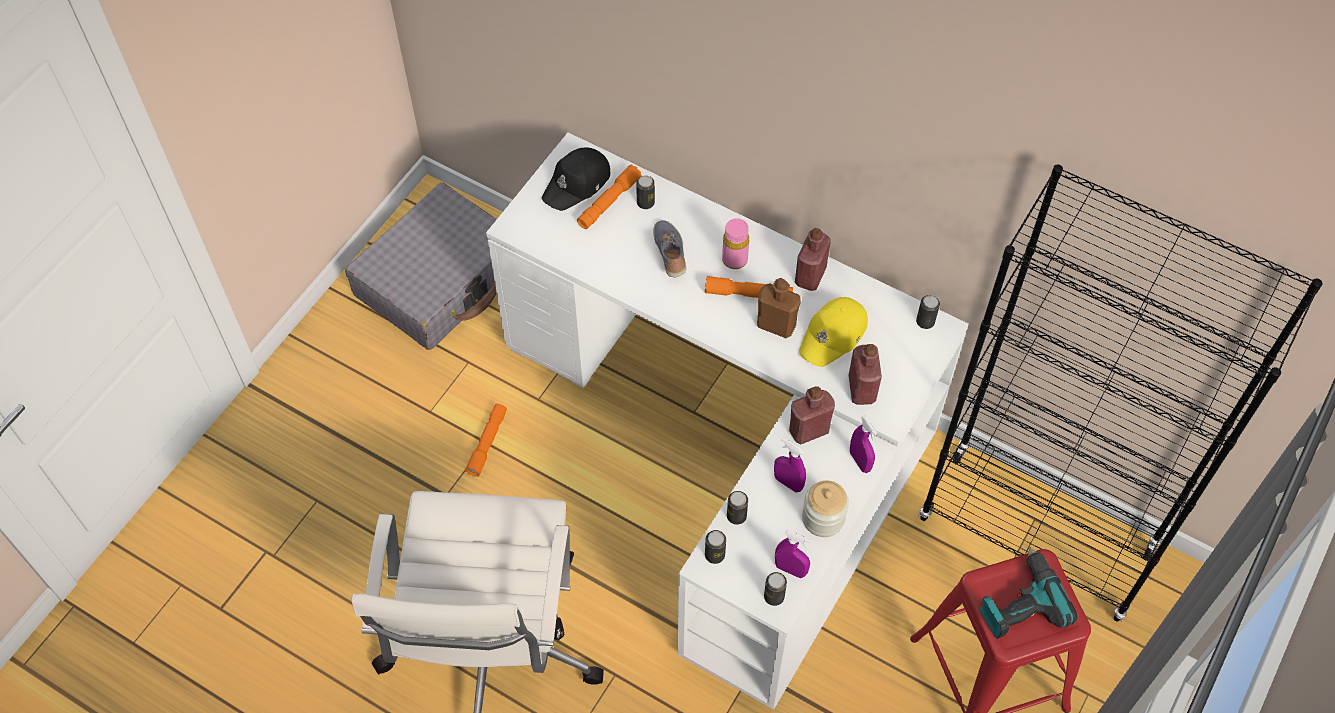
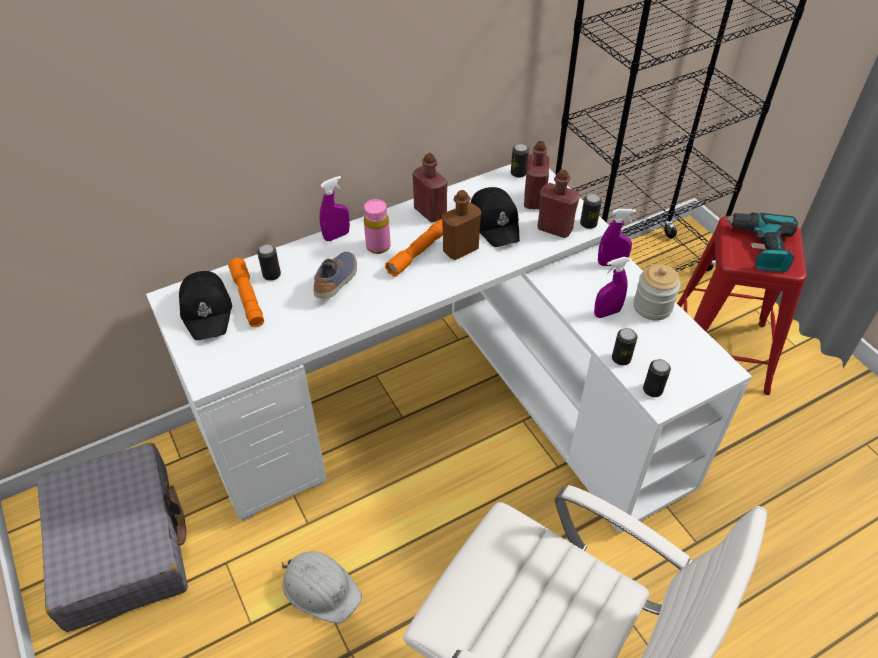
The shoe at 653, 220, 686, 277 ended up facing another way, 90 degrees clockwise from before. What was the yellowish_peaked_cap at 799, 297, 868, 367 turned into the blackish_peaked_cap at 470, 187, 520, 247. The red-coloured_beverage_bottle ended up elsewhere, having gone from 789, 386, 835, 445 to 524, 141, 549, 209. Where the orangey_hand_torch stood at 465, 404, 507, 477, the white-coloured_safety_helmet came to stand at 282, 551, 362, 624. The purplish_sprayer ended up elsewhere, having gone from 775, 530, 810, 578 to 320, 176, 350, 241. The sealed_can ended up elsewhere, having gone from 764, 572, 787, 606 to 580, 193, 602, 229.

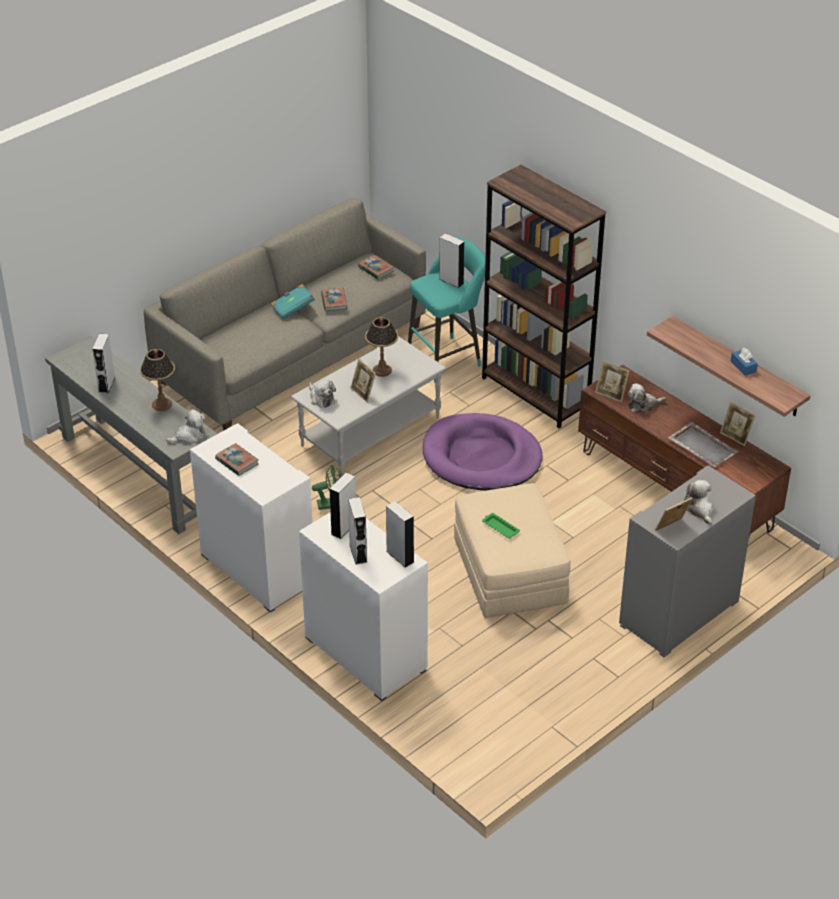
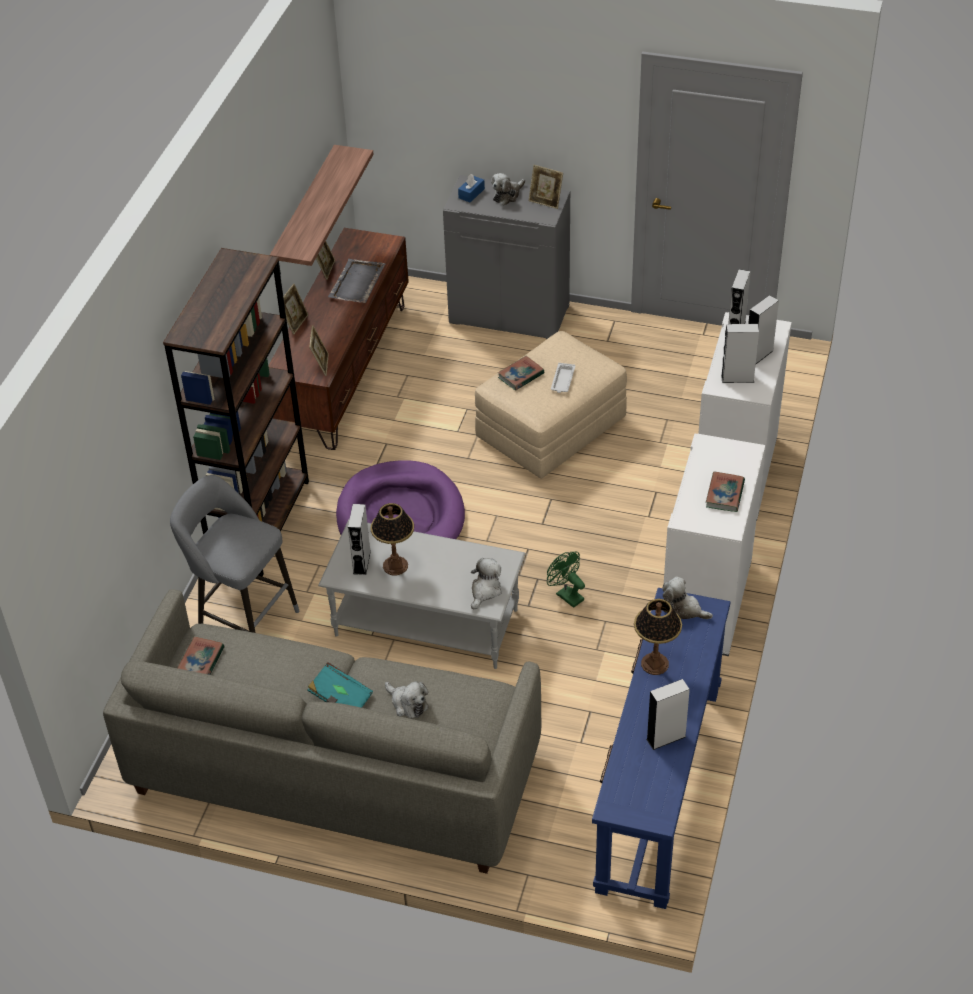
The grey_speaker ended up elsewhere, having gone from 439, 233, 465, 288 to 348, 504, 371, 575. What was the blue-green_stool at 408, 237, 485, 383 turned into the grey_stool at 170, 475, 299, 633. The book ended up elsewhere, having gone from 321, 288, 347, 311 to 498, 356, 544, 391. What was the grey_hall_table at 45, 336, 217, 534 turned into the blue-coloured_hall_table at 592, 588, 731, 909. The blue-coloured_tissue_holder ended up elsewhere, having gone from 731, 348, 758, 376 to 458, 174, 485, 202. The picture_frame ended up elsewhere, having gone from 350, 359, 376, 403 to 283, 284, 308, 335. The cuddly_toy ended up elsewhere, having gone from 628, 383, 666, 414 to 385, 681, 429, 718. What was the green-coloured_carrying_tray at 482, 513, 520, 539 turned into the white-coloured_carrying_tray at 551, 363, 575, 393.

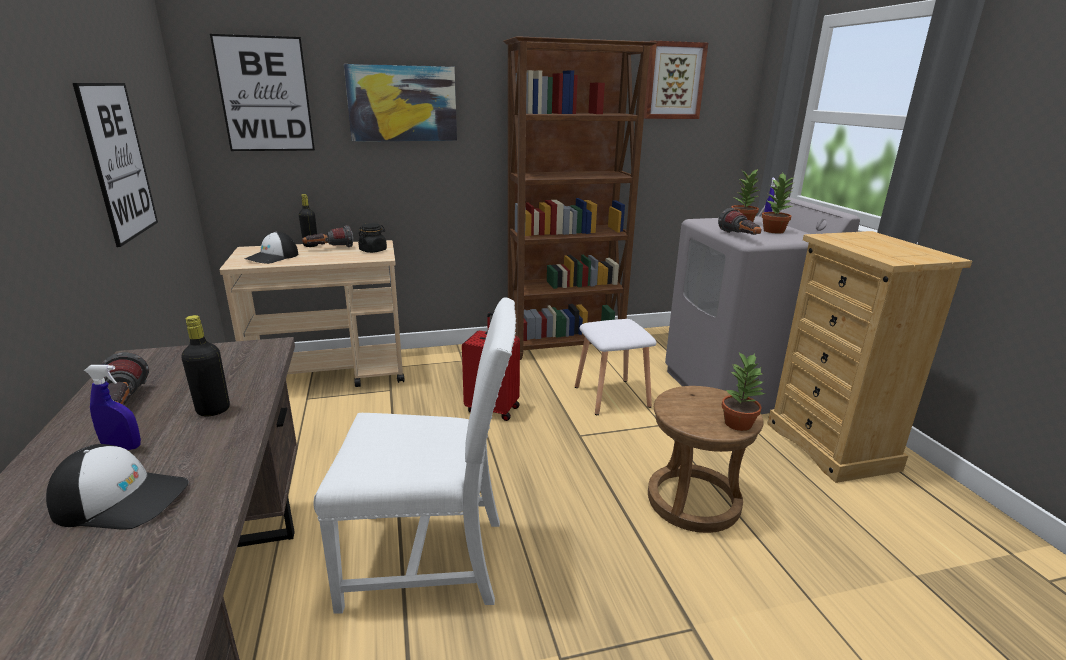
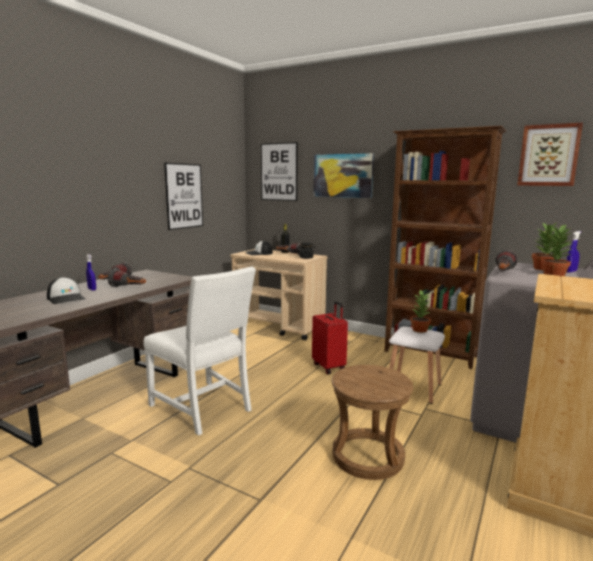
Where the blackish_beverage_bottle stood at 181, 315, 230, 416, the hand_torch came to stand at 108, 269, 146, 287. The potted_plant ended up elsewhere, having gone from 722, 353, 766, 431 to 410, 289, 431, 333.

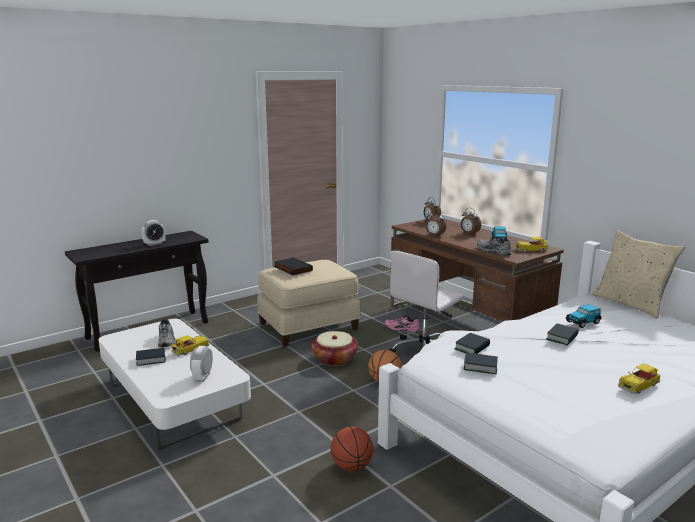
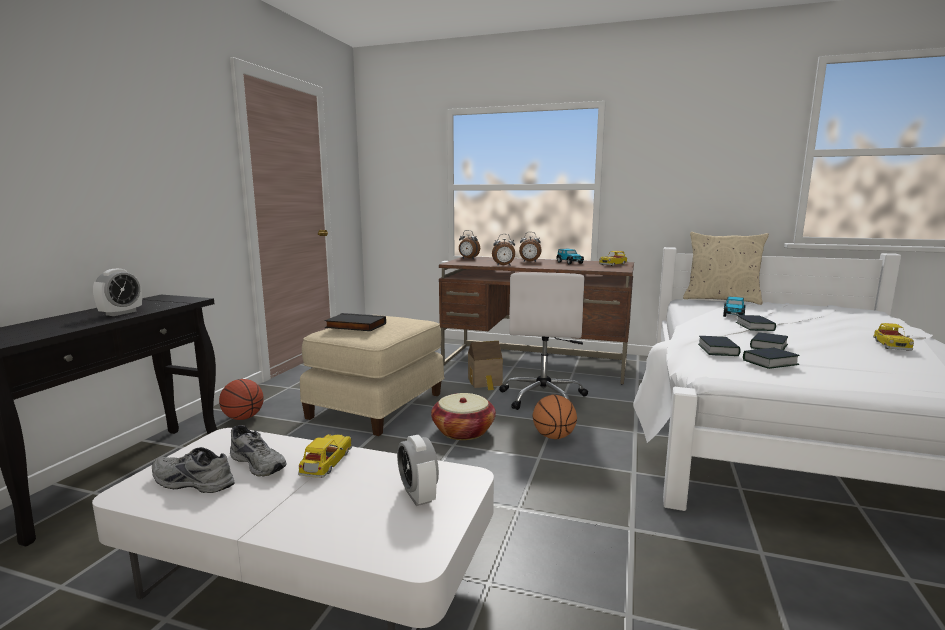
The grey_shoe ended up elsewhere, having gone from 477, 237, 511, 255 to 152, 447, 235, 493. Where the pink_shoe stood at 384, 315, 420, 332, the miniature_house came to stand at 468, 341, 503, 391. The book ended up elsewhere, having gone from 136, 348, 166, 366 to 750, 332, 788, 350. The basketball_ball ended up elsewhere, having gone from 331, 427, 373, 472 to 219, 379, 264, 420.

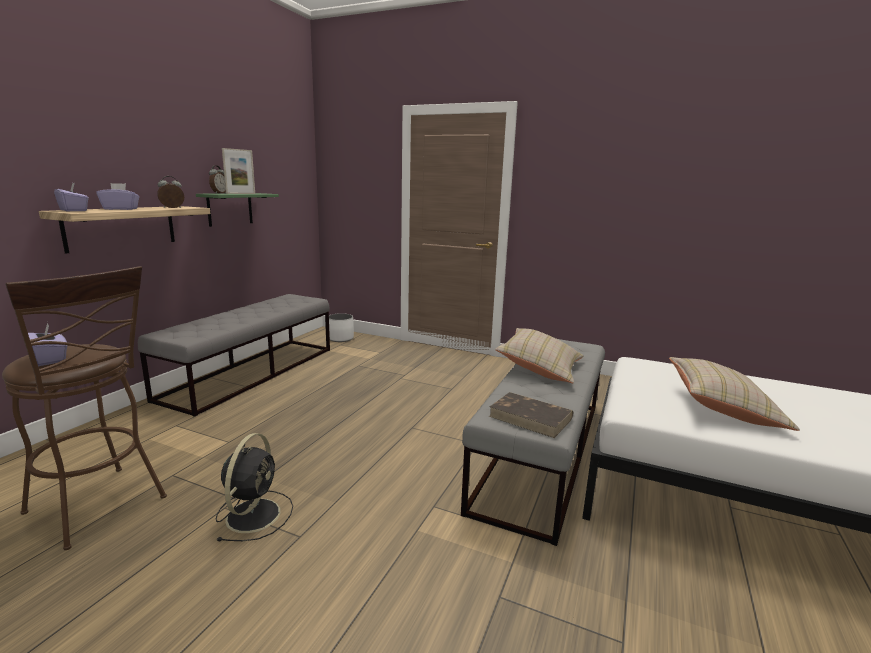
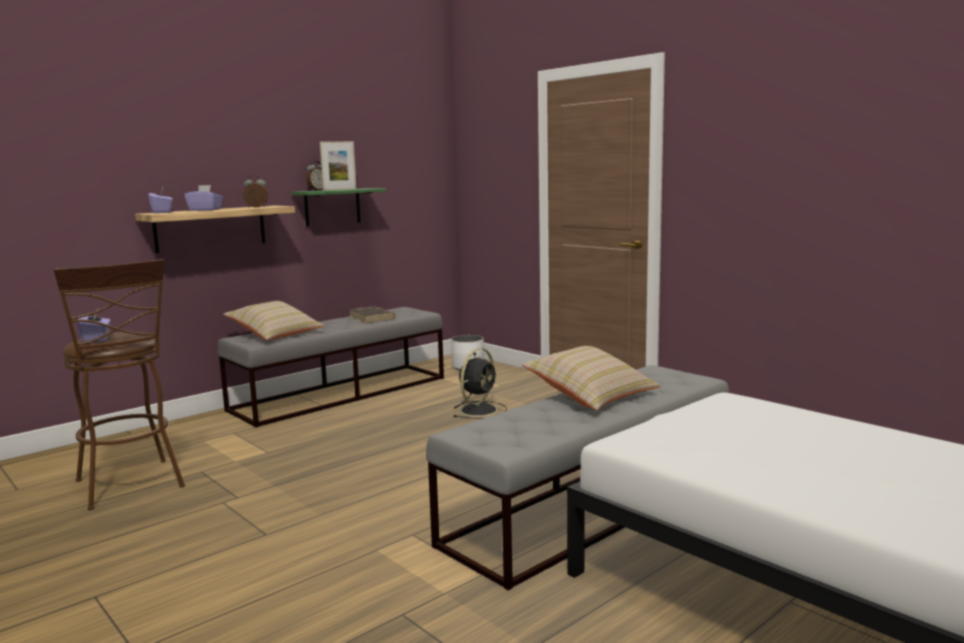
The sand-coloured_pillow ended up elsewhere, having gone from 669, 357, 800, 431 to 223, 301, 324, 340. The brown-coloured_book ended up elsewhere, having gone from 489, 392, 573, 438 to 349, 306, 395, 323. The blackish_cooling_fan ended up elsewhere, having gone from 216, 433, 293, 541 to 454, 348, 507, 419.

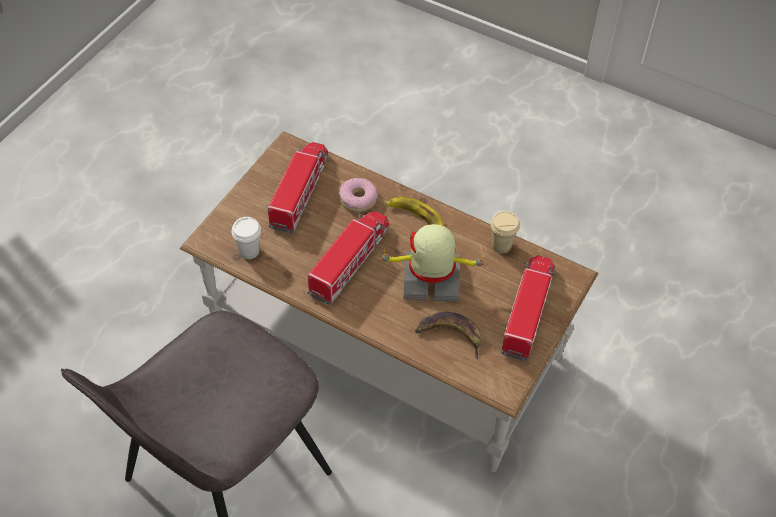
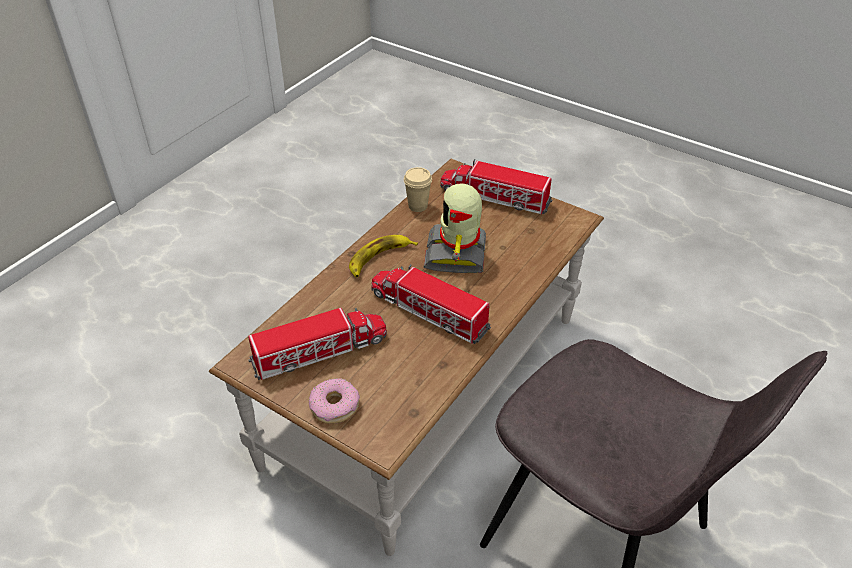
The toy_lorry at 268, 142, 328, 233 ended up facing another way, 135 degrees clockwise from before. The donut ended up elsewhere, having gone from 339, 178, 377, 212 to 309, 378, 360, 424. The second view lost the white-coloured_cup at 232, 217, 261, 259. The second view lost the whole_banana at 415, 312, 482, 359.

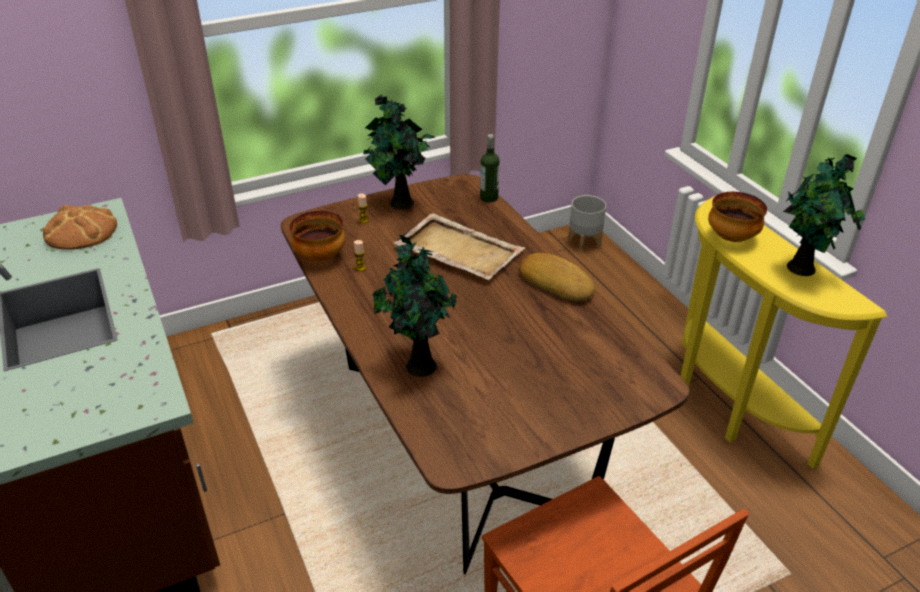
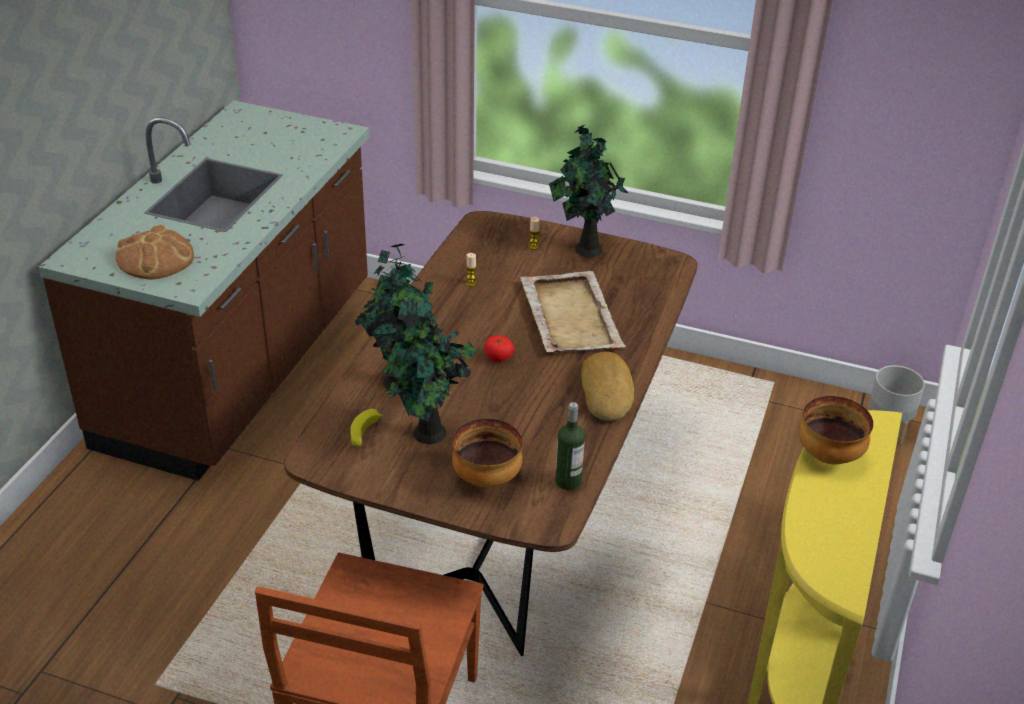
The beverage_bottle ended up elsewhere, having gone from 480, 134, 500, 203 to 555, 402, 585, 490. The potted_plant ended up elsewhere, having gone from 783, 154, 865, 276 to 381, 310, 477, 444. The bread ended up elsewhere, having gone from 43, 205, 117, 250 to 115, 225, 194, 280. The deep_dish ended up elsewhere, having gone from 290, 211, 345, 262 to 452, 419, 523, 488. The second view gained the whole_tomato at 484, 335, 515, 362. The second view gained the whole_banana at 350, 409, 384, 447.

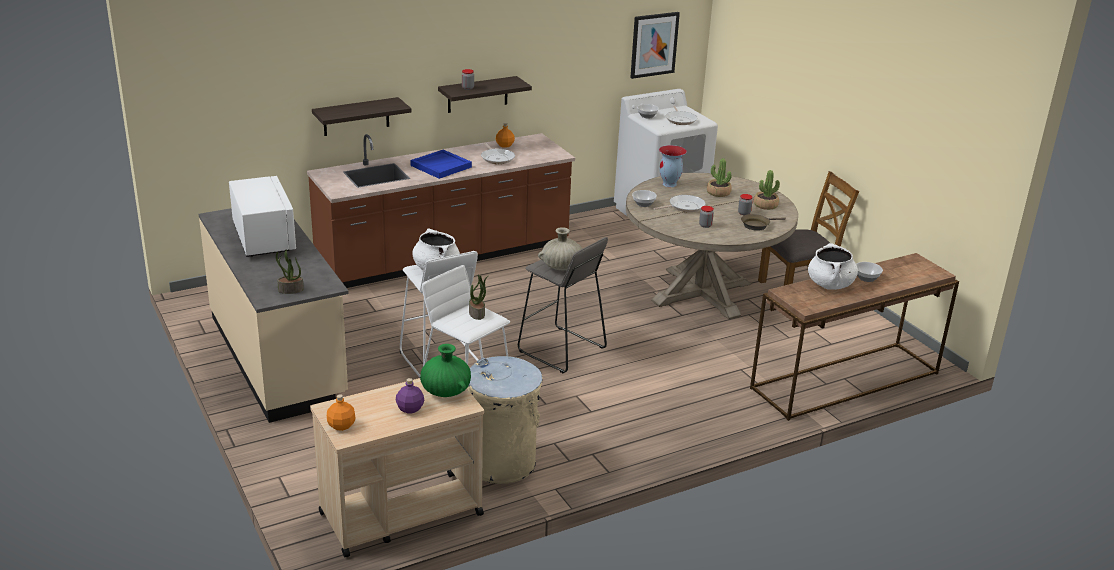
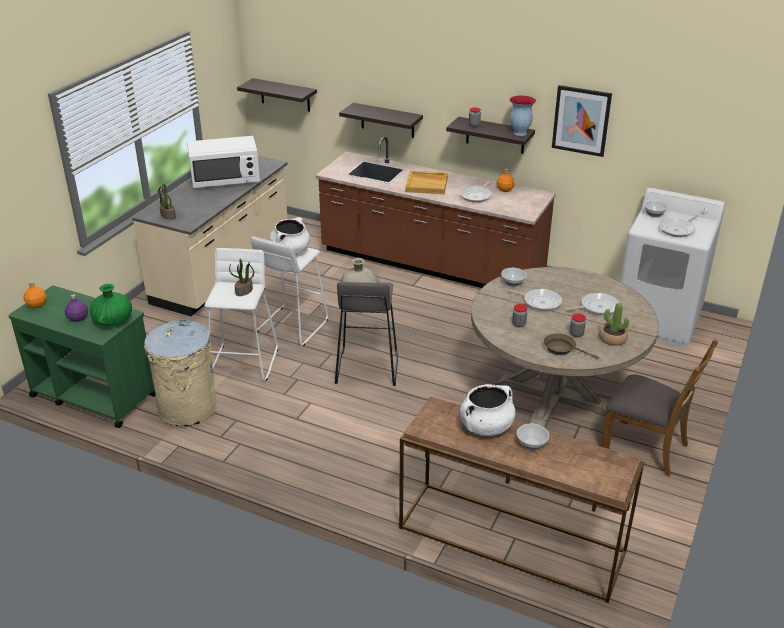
The wall_art ended up elsewhere, having gone from 630, 12, 680, 79 to 552, 85, 612, 157. The vase ended up elsewhere, having gone from 659, 145, 687, 187 to 509, 95, 536, 136. What was the blue-coloured_carrying_tray at 410, 150, 472, 179 turned into the sand-coloured_carrying_tray at 405, 171, 448, 194. Where the potted_plant stood at 707, 158, 732, 197, the frying_pan came to stand at 563, 293, 620, 315. The white-coloured_microwave at 229, 176, 296, 257 ended up facing another way, 45 degrees clockwise from before. What was the sand-coloured_wheeled_cart at 310, 378, 484, 557 turned into the green-coloured_wheeled_cart at 8, 286, 156, 428. The second view gained the bracket_shelf at 237, 78, 317, 112.

